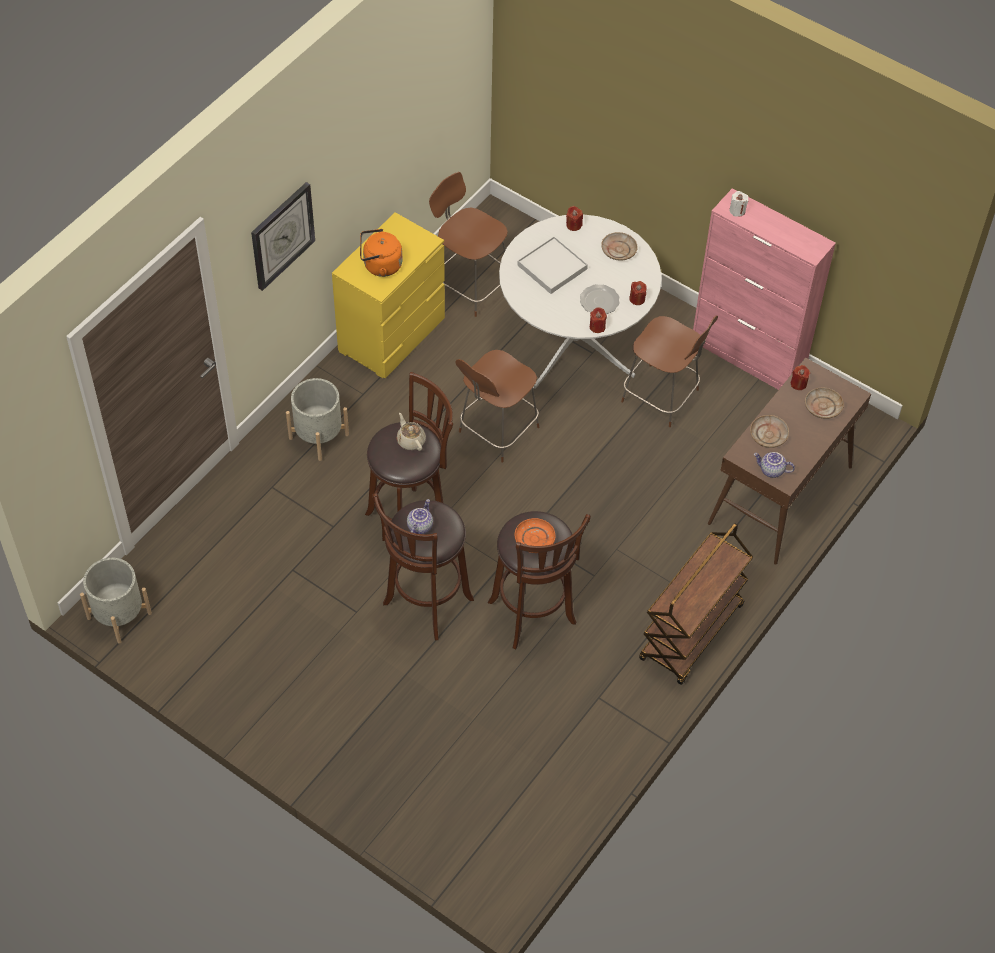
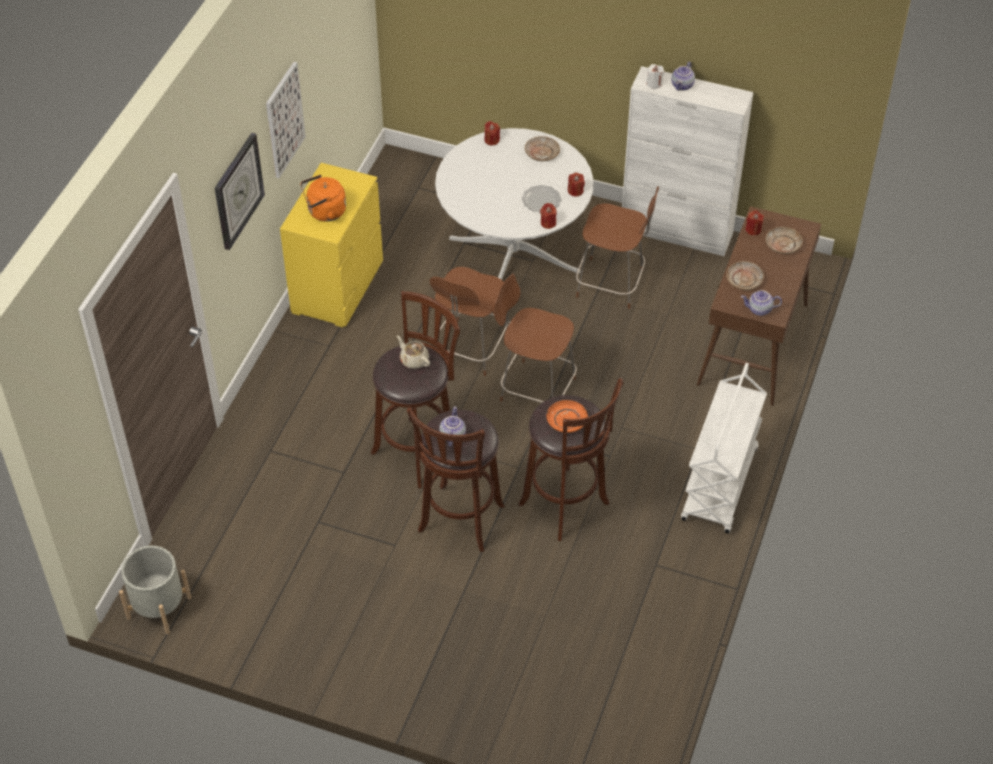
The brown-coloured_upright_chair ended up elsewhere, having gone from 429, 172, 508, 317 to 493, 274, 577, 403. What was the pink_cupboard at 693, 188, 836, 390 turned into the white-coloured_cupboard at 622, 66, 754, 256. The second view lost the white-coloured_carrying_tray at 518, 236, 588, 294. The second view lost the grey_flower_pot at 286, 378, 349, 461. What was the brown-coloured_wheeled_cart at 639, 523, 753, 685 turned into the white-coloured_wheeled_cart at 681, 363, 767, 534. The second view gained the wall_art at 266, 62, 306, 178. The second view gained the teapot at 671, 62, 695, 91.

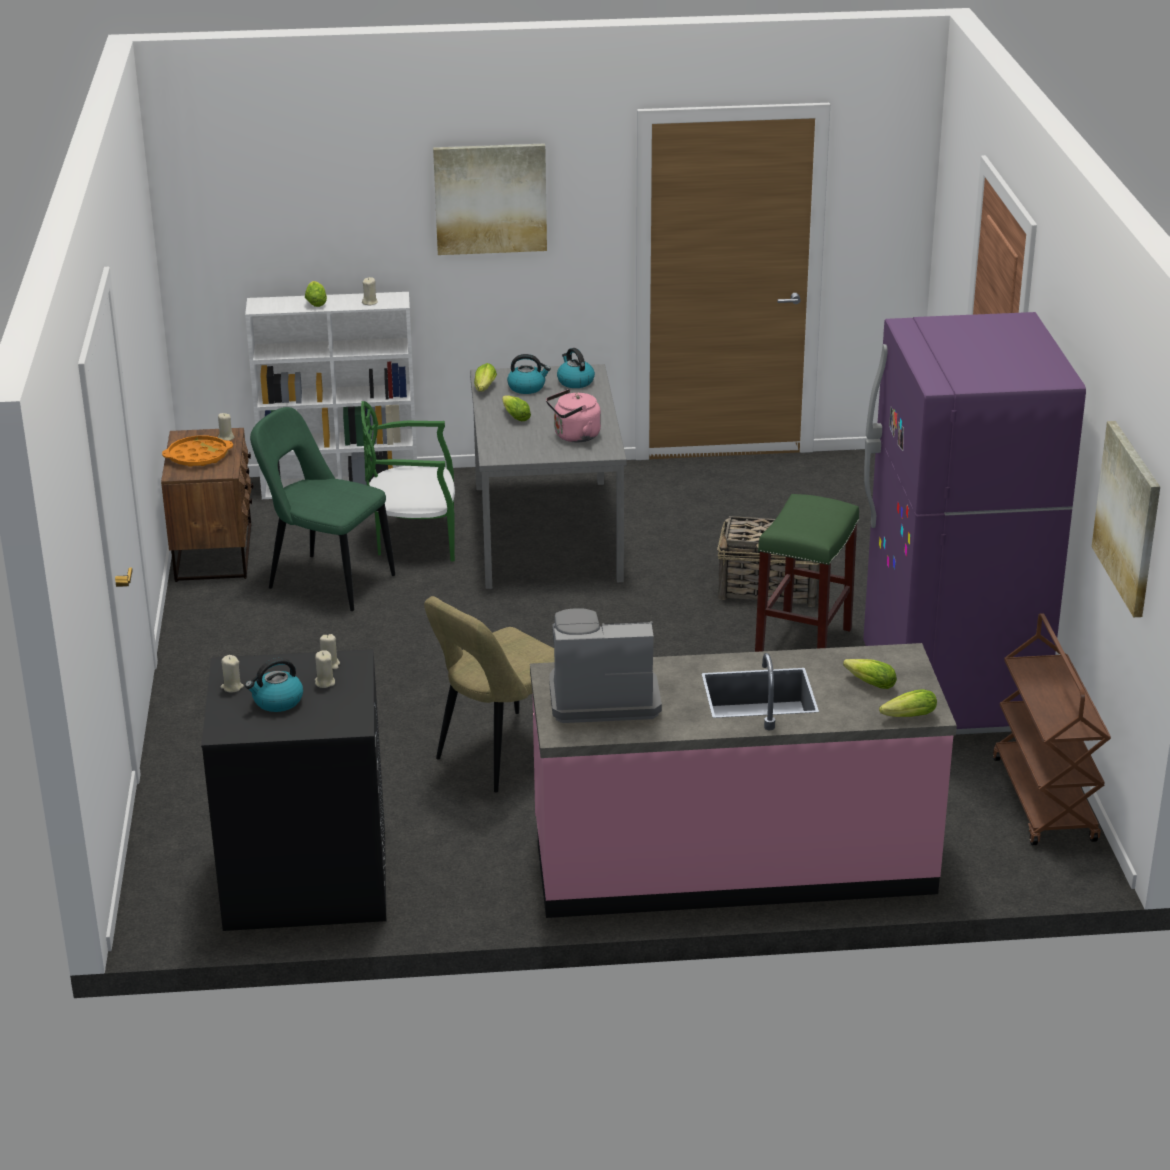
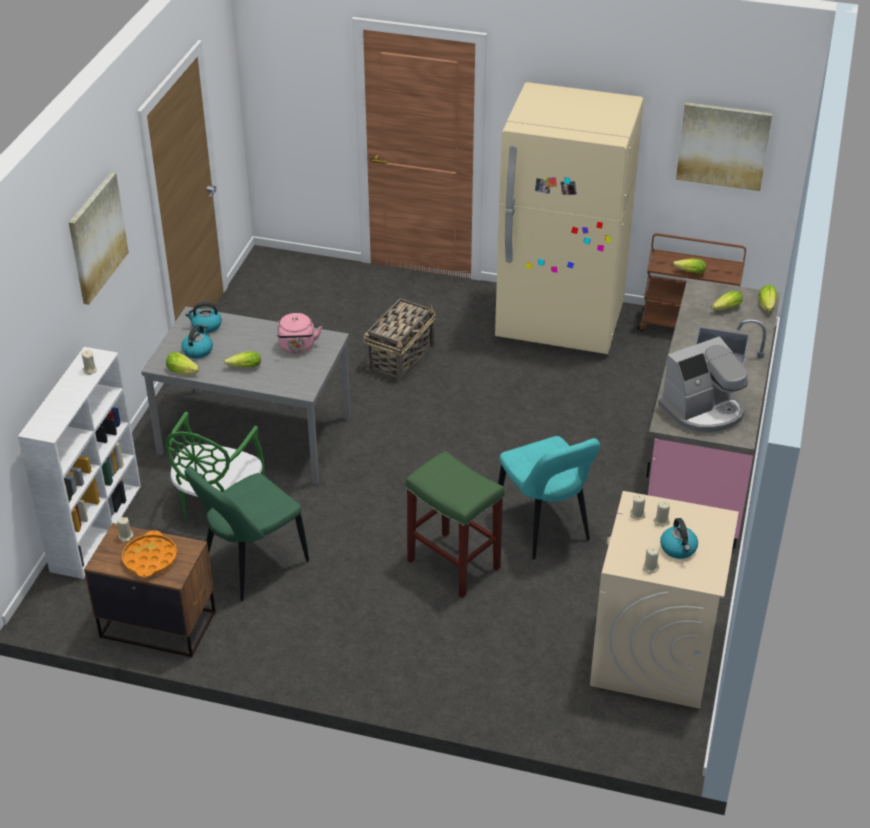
The head_of_lettuce ended up elsewhere, having gone from 305, 281, 327, 307 to 673, 258, 706, 273. What was the purplish_fridge at 863, 312, 1086, 735 turned into the sand-coloured_fridge at 495, 82, 644, 354. The green-coloured_stool ended up elsewhere, having gone from 755, 494, 859, 652 to 405, 451, 505, 598. What was the sand-coloured_upright_chair at 424, 596, 554, 793 turned into the blue-green_upright_chair at 498, 436, 600, 560. The coffee_maker at 550, 608, 662, 723 ended up facing another way, 135 degrees counterclockwise from before. What was the blackish_laundry_machine at 201, 649, 386, 931 turned into the sand-coloured_laundry_machine at 590, 491, 739, 709.

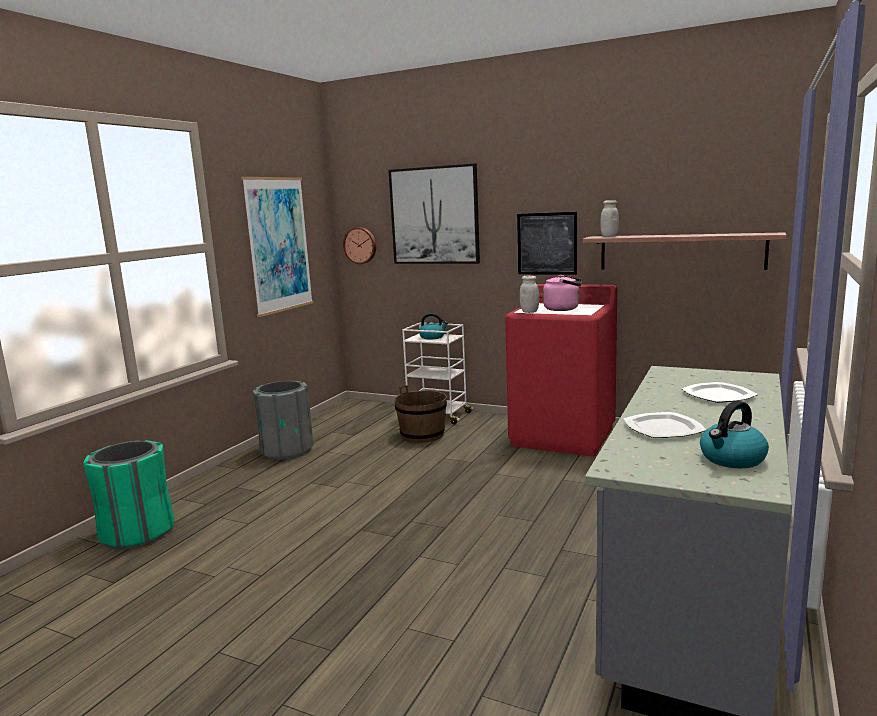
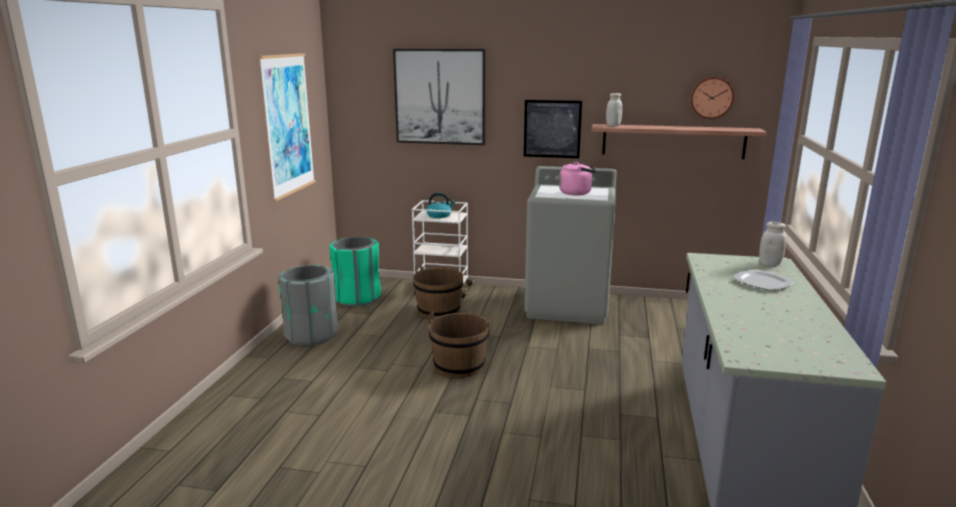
The hanging_clock ended up elsewhere, having gone from 343, 227, 376, 264 to 690, 77, 734, 119. The white-coloured_jar ended up elsewhere, having gone from 520, 276, 539, 313 to 759, 222, 786, 266. What was the red-coloured_laundry_machine at 505, 284, 617, 456 turned into the grey_laundry_machine at 524, 166, 617, 324. The second view lost the tea_kettle at 700, 401, 769, 468. The second view lost the flat_dish at 624, 412, 706, 438. The green-coloured_trash_can ended up elsewhere, having gone from 84, 440, 174, 549 to 329, 237, 381, 307. The second view gained the brown-coloured_pail at 428, 311, 490, 378.

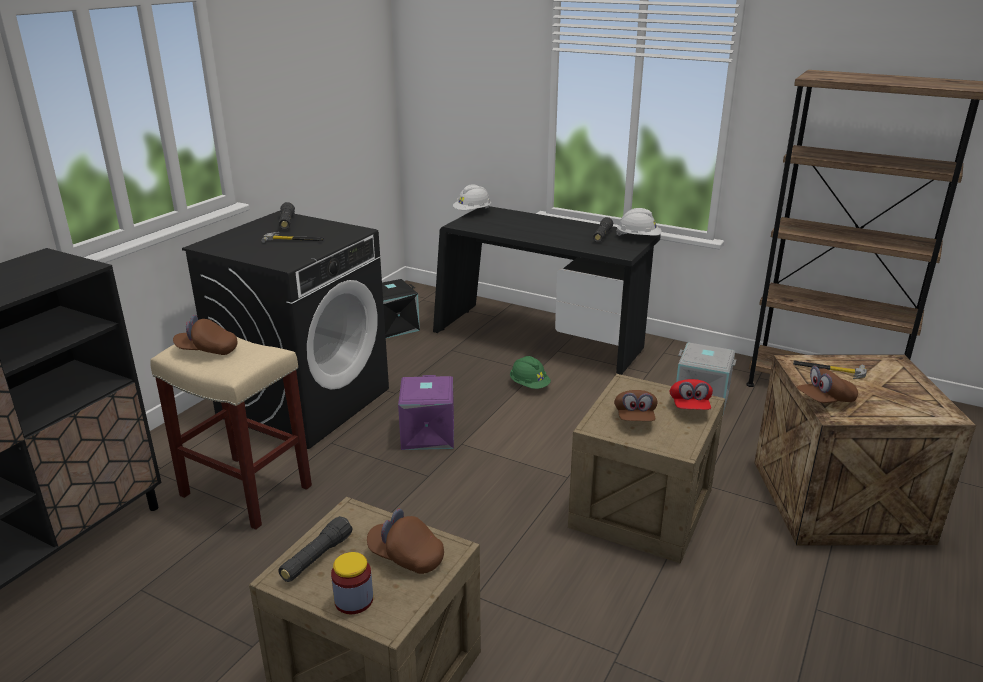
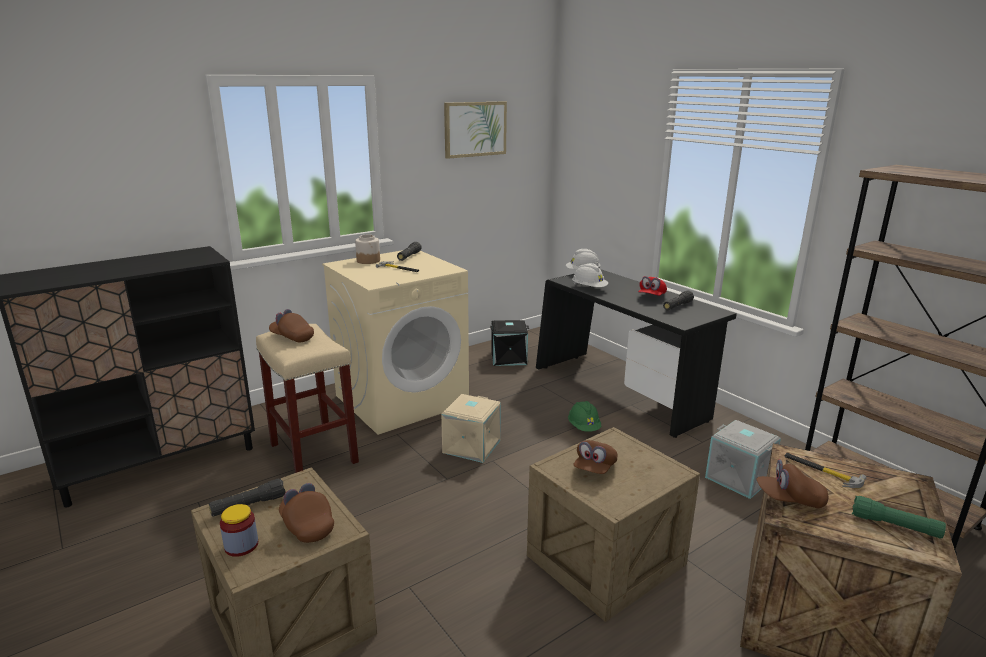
The white-coloured_safety_helmet ended up elsewhere, having gone from 616, 208, 662, 236 to 572, 263, 608, 287. What was the blackish_laundry_machine at 182, 211, 389, 449 turned into the sand-coloured_laundry_machine at 322, 250, 469, 435. What was the purplish_storage_box at 398, 375, 454, 450 turned into the sand-coloured_storage_box at 441, 394, 501, 463. The red-coloured_peaked_cap ended up elsewhere, having gone from 670, 379, 713, 410 to 638, 276, 667, 296. The second view gained the wall_art at 444, 101, 507, 159. The second view gained the jar at 355, 235, 380, 264. The second view gained the green-coloured_hand_torch at 852, 496, 946, 539.

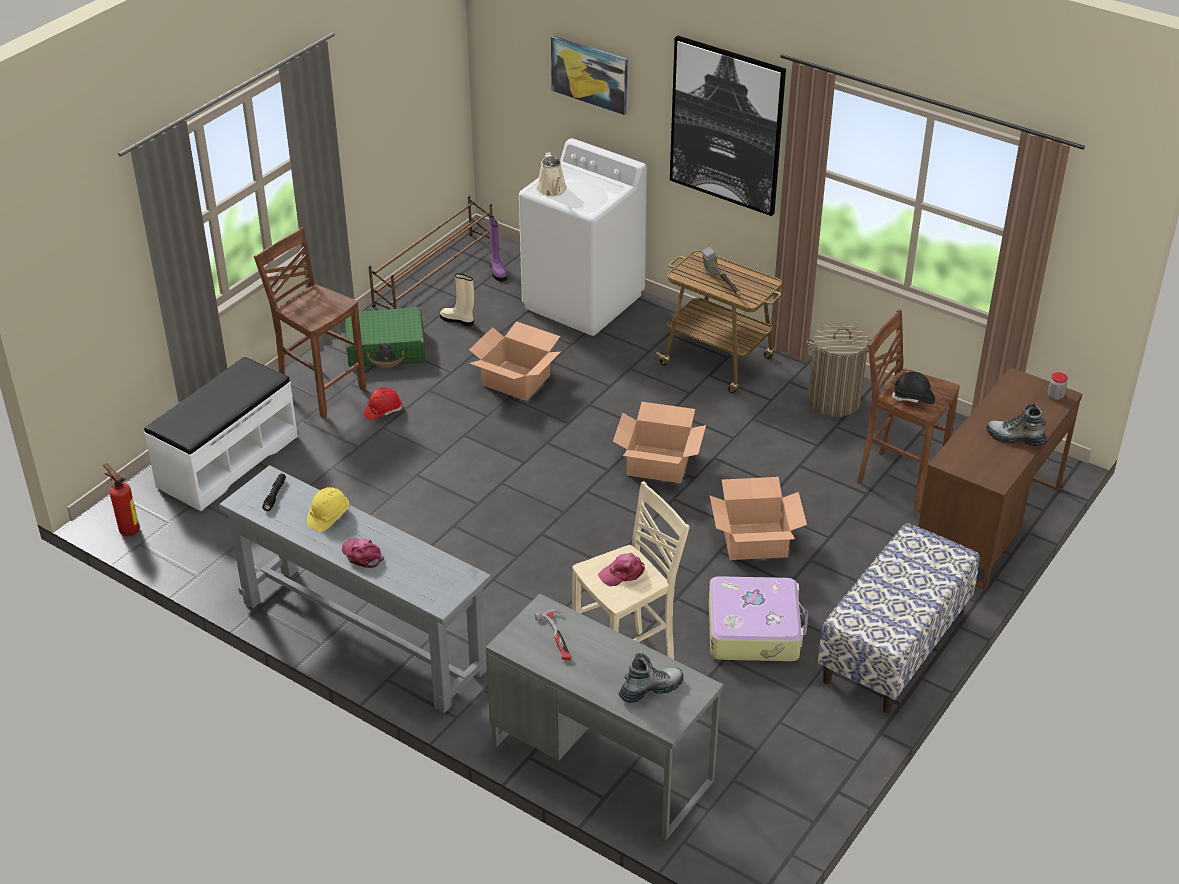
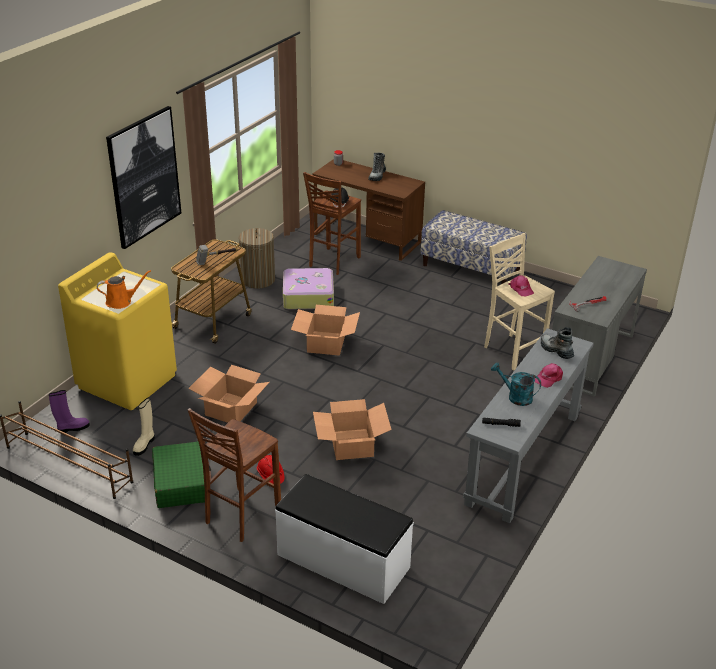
The second view lost the wall_art at 551, 35, 628, 115. What was the white-coloured_laundry_machine at 519, 138, 647, 336 turned into the yellowish_laundry_machine at 58, 252, 177, 410. What was the sand-coloured_watering_pot at 537, 152, 567, 197 turned into the orangey_watering_pot at 97, 270, 151, 309. The second view lost the fire-fighting_cylinder at 103, 463, 140, 536. The cardboard_box ended up elsewhere, having gone from 710, 477, 807, 560 to 313, 399, 392, 460. Where the yellowish_safety_helmet stood at 307, 487, 349, 532, the blue-green_watering_pot came to stand at 491, 363, 541, 406. The travel_case ended up elsewhere, having gone from 709, 576, 808, 661 to 283, 268, 334, 309. The high-top_boot ended up elsewhere, having gone from 618, 653, 683, 703 to 541, 327, 574, 359.

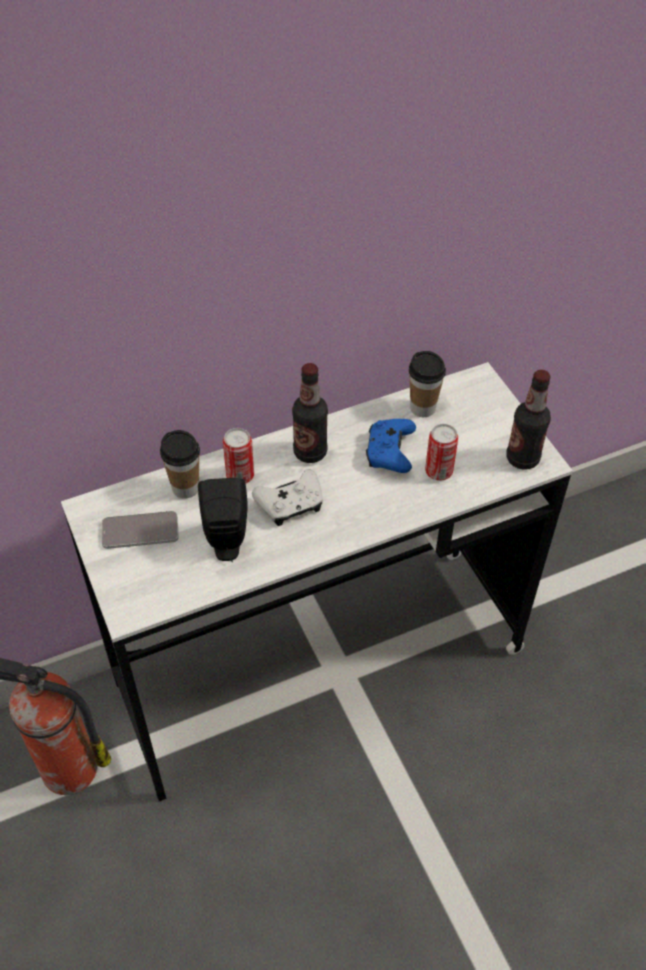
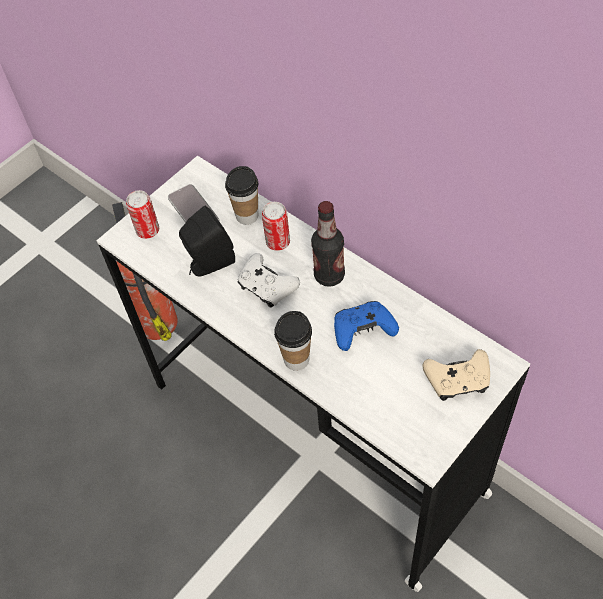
The cup ended up elsewhere, having gone from 409, 351, 446, 417 to 274, 311, 312, 371. The second view lost the beverage_bottle at 506, 370, 551, 470. The sealed_can ended up elsewhere, having gone from 425, 424, 458, 481 to 126, 190, 159, 239. The second view gained the sand-coloured_game_controller at 423, 349, 490, 401.

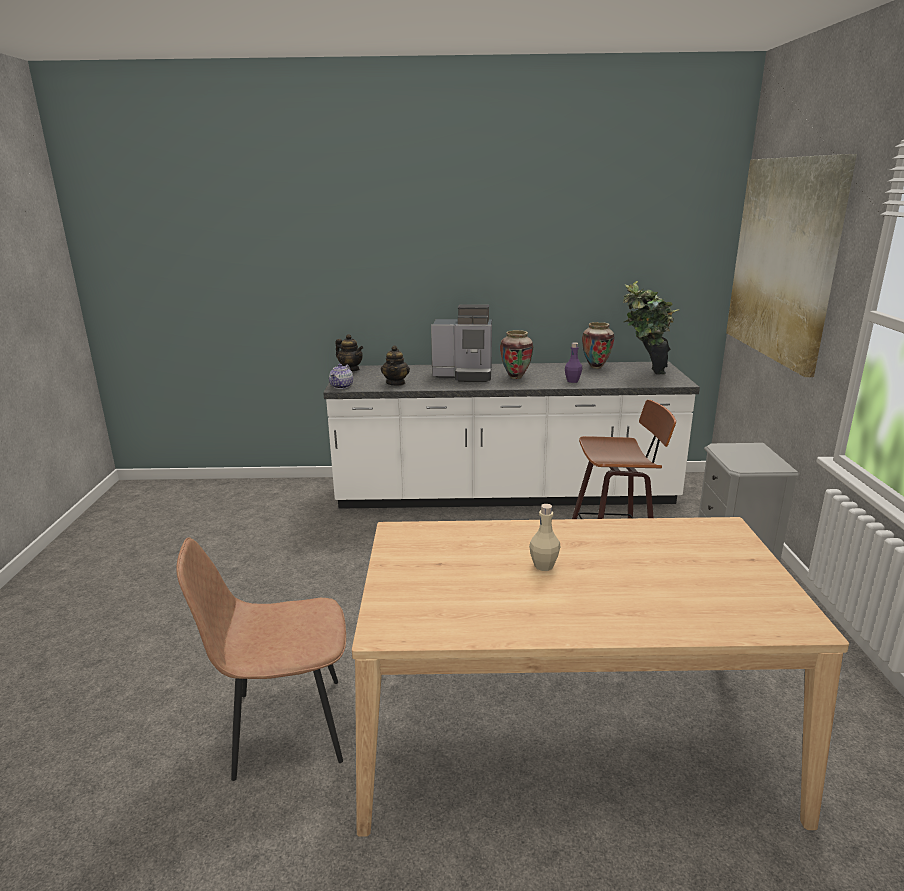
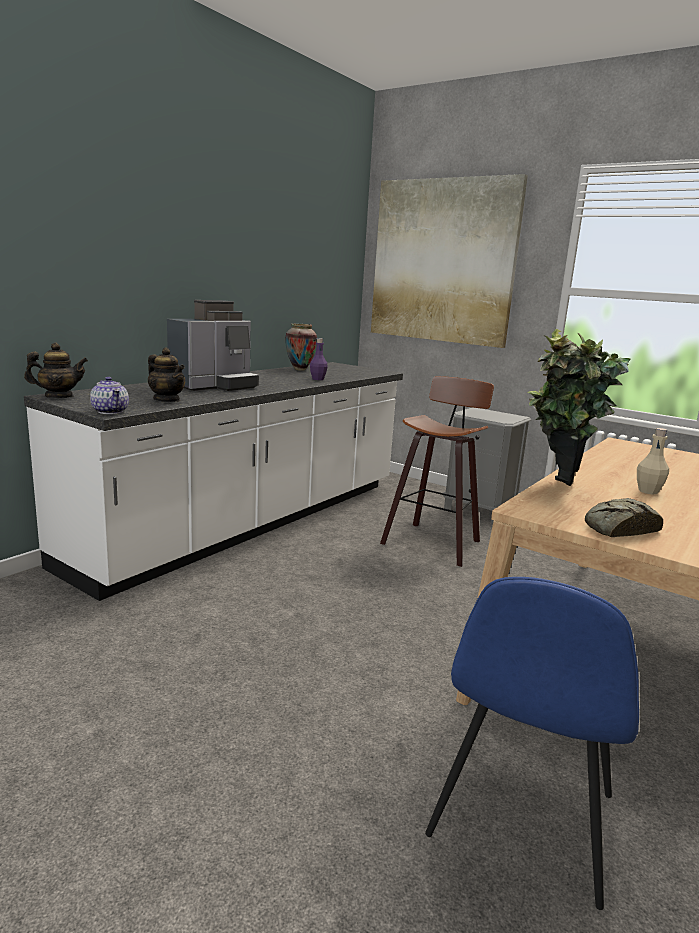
The potted_plant ended up elsewhere, having gone from 623, 281, 679, 374 to 528, 329, 630, 486. The second view lost the vase at 500, 330, 533, 379. What was the brown-coloured_upright_chair at 176, 537, 346, 781 turned into the blue-coloured_upright_chair at 425, 577, 639, 910. The second view gained the bread at 585, 498, 663, 537.

